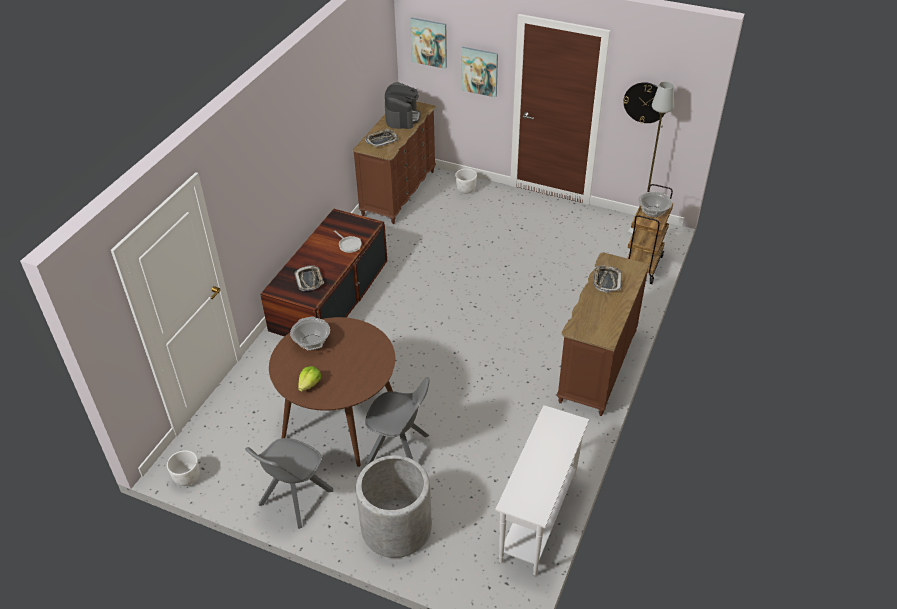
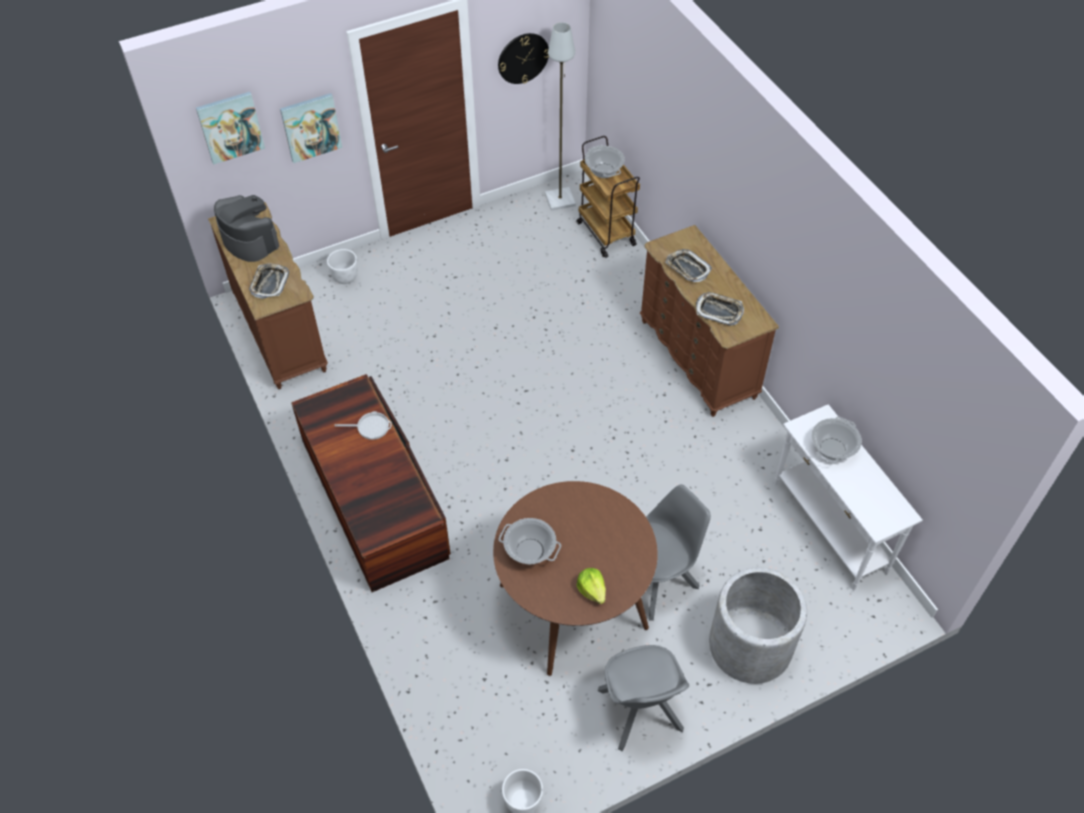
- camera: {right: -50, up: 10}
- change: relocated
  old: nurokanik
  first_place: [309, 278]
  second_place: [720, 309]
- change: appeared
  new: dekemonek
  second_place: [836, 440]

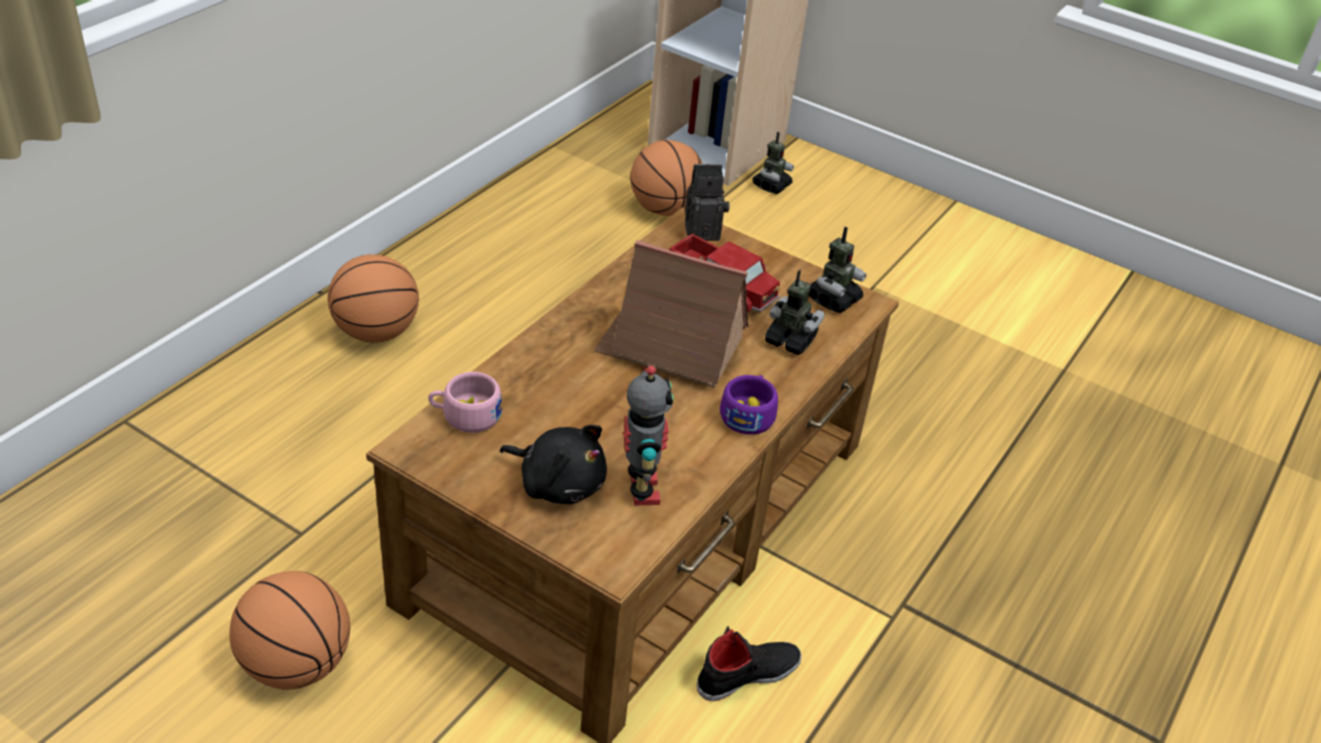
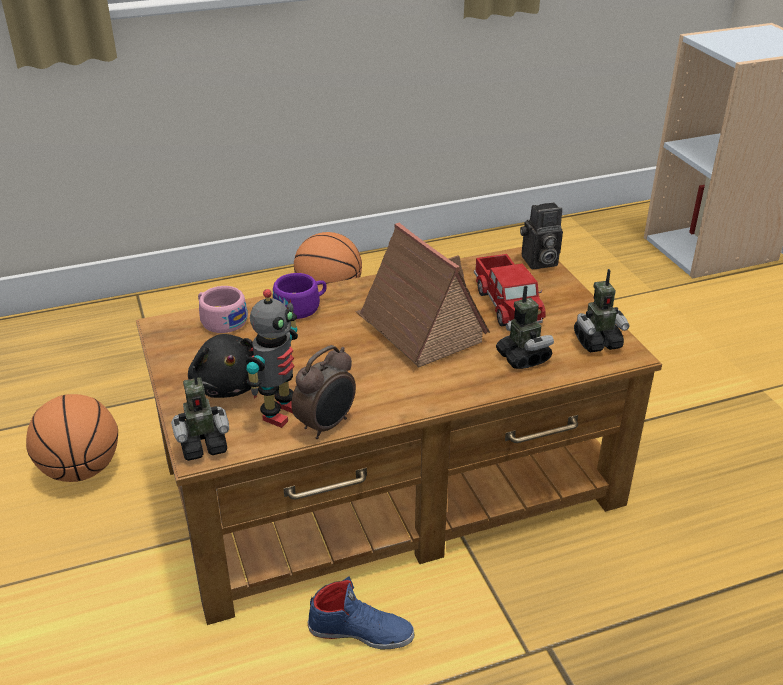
- camera: {right: 40, up: -5}
- change: relocated
  old: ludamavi
  first_place: [773, 163]
  second_place: [200, 413]
- change: missing
  old: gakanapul
  first_place: [666, 178]
- change: spun
  old: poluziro
  first_place: [707, 202]
  second_place: [541, 235]
  degrees: 135
- change: relocated
  old: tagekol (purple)
  first_place: [749, 405]
  second_place: [300, 296]
- change: colour
  old: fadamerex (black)
  new: fadamerex (blue)
  first_place: [749, 663]
  second_place: [361, 613]
- change: appeared
  new: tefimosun
  second_place: [323, 392]

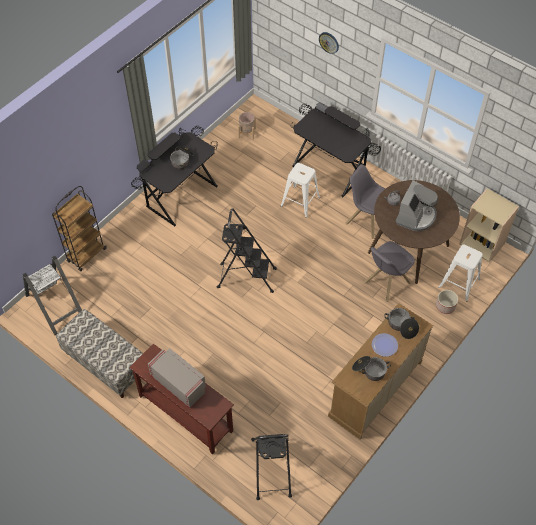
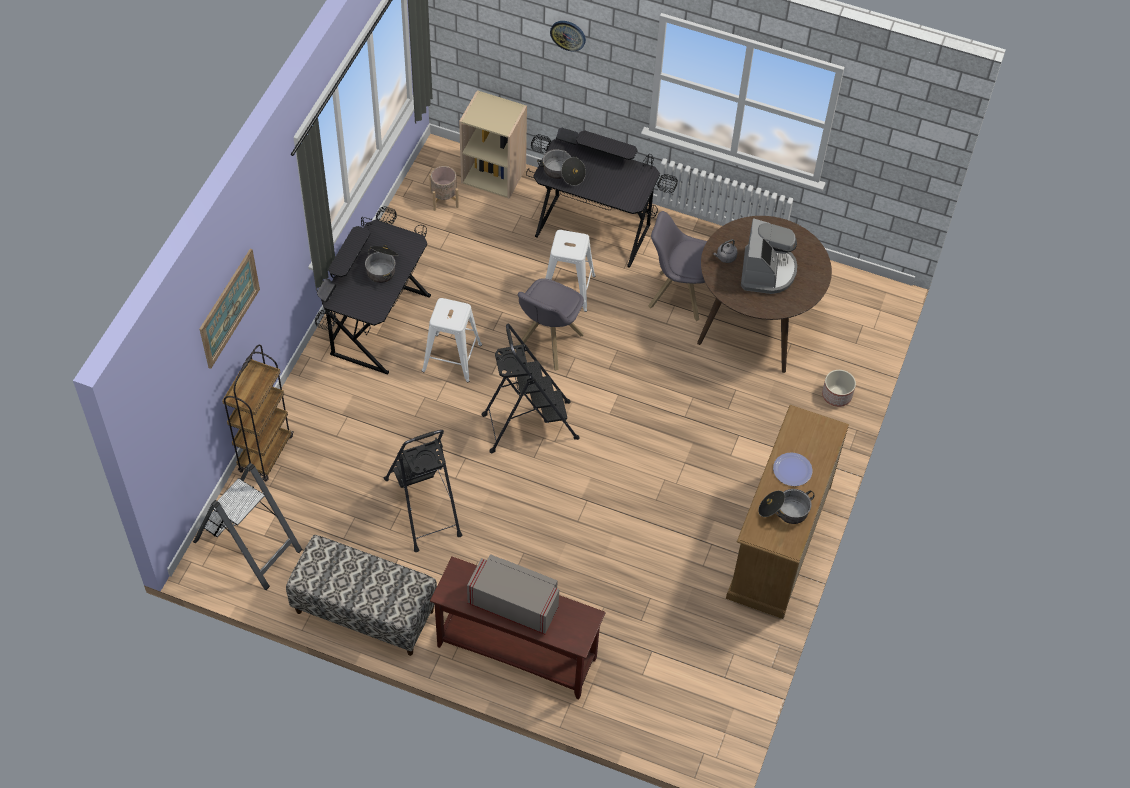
- camera: {right: -20, up: 0}
- change: relocated
  old: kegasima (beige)
  first_place: [489, 225]
  second_place: [493, 144]
- change: relocated
  old: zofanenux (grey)
  first_place: [389, 271]
  second_place: [549, 324]
- change: relocated
  old: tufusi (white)
  first_place: [460, 273]
  second_place: [452, 340]
- change: relocated
  old: dekemonek
  first_place: [401, 323]
  second_place: [561, 167]
- change: relocated
  old: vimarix
  first_place: [271, 467]
  second_place: [423, 491]
- change: appeared
  new: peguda
  second_place: [229, 309]

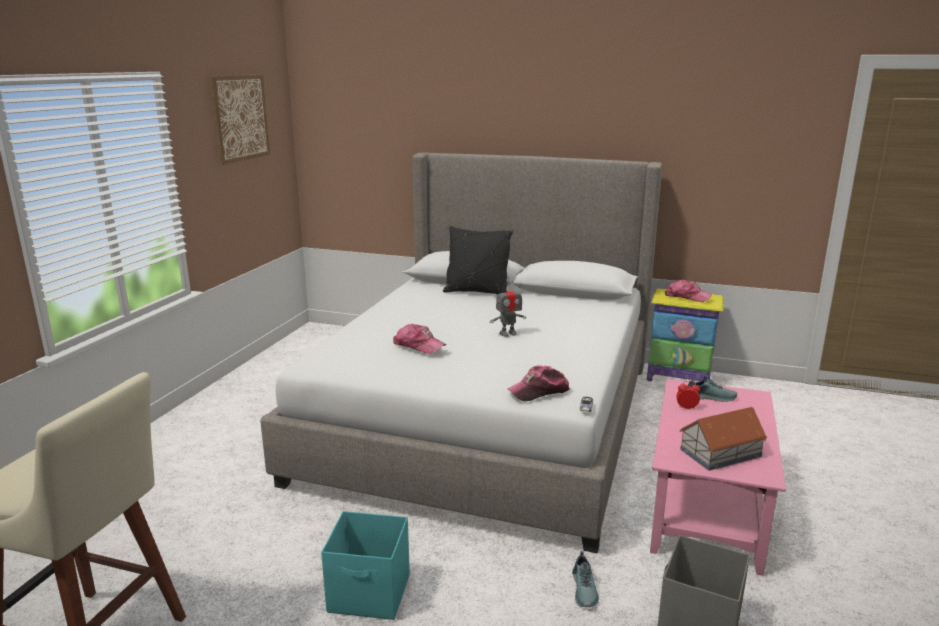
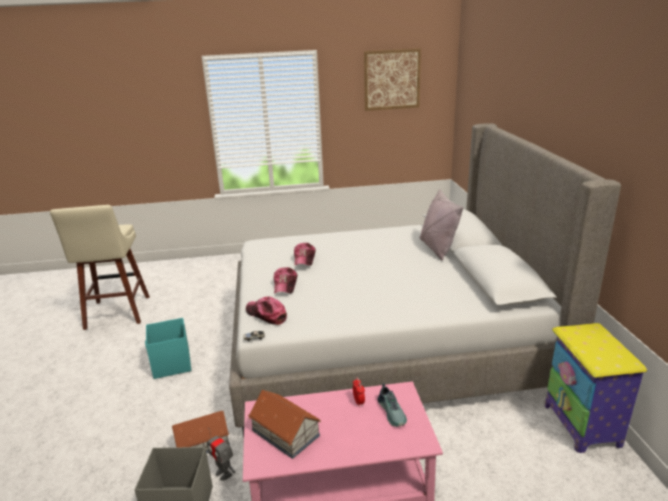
- camera: {right: 65, up: 5}
- change: colour
  old: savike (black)
  new: savike (purple)
  first_place: [478, 260]
  second_place: [442, 225]
- change: relocated
  old: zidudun
  first_place: [688, 291]
  second_place: [285, 280]
- change: relocated
  old: ludamavi
  first_place: [508, 310]
  second_place: [221, 454]
- change: exchanged
  old: fadamerex
  new: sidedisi
  first_place: [585, 579]
  second_place: [201, 432]

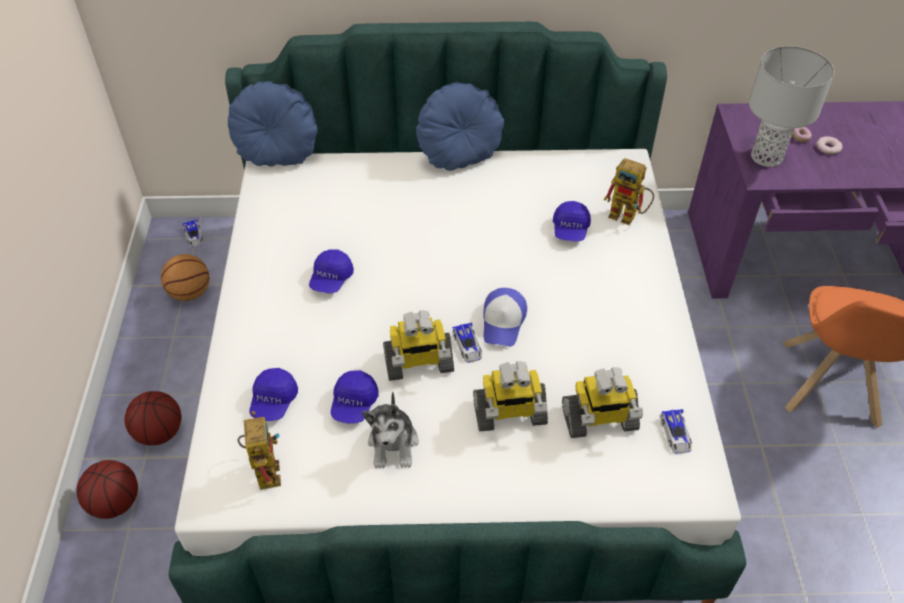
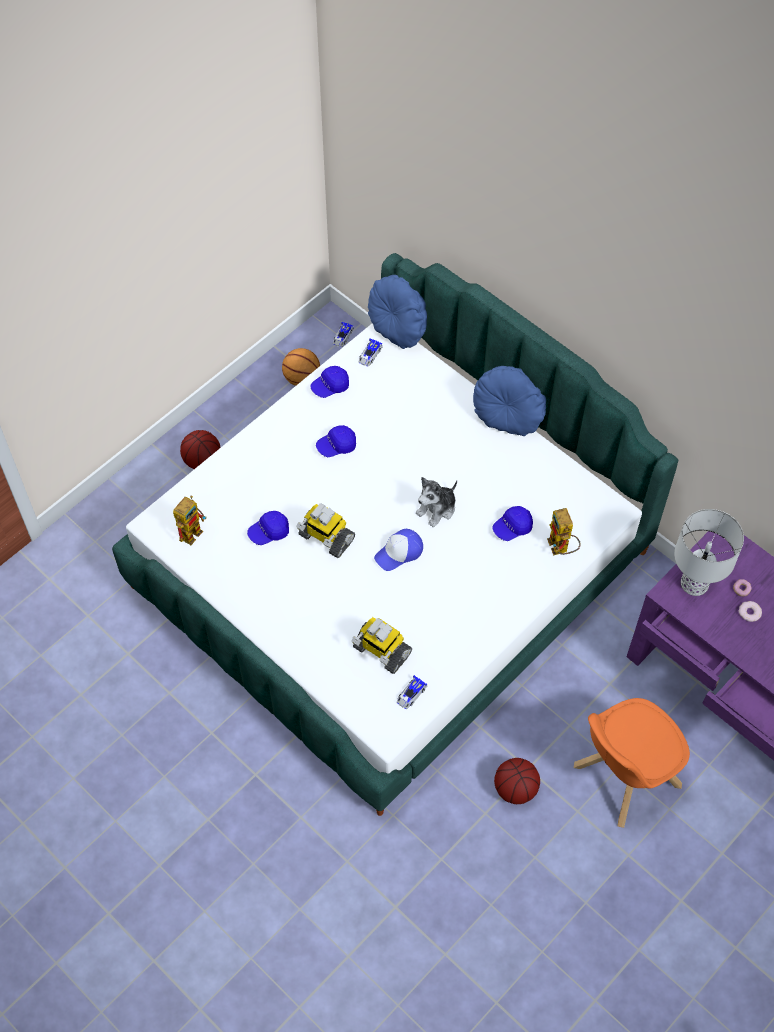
- camera: {right: 45, up: 10}
- change: relocated
  old: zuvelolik
  first_place: [467, 342]
  second_place: [370, 352]
- change: missing
  old: ludamavi
  first_place: [510, 396]
- change: relocated
  old: zidudun (blue)
  first_place: [273, 394]
  second_place: [329, 382]
- change: relocated
  old: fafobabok
  first_place: [390, 429]
  second_place: [436, 502]
- change: relocated
  old: gakanapul
  first_place: [107, 489]
  second_place: [517, 781]

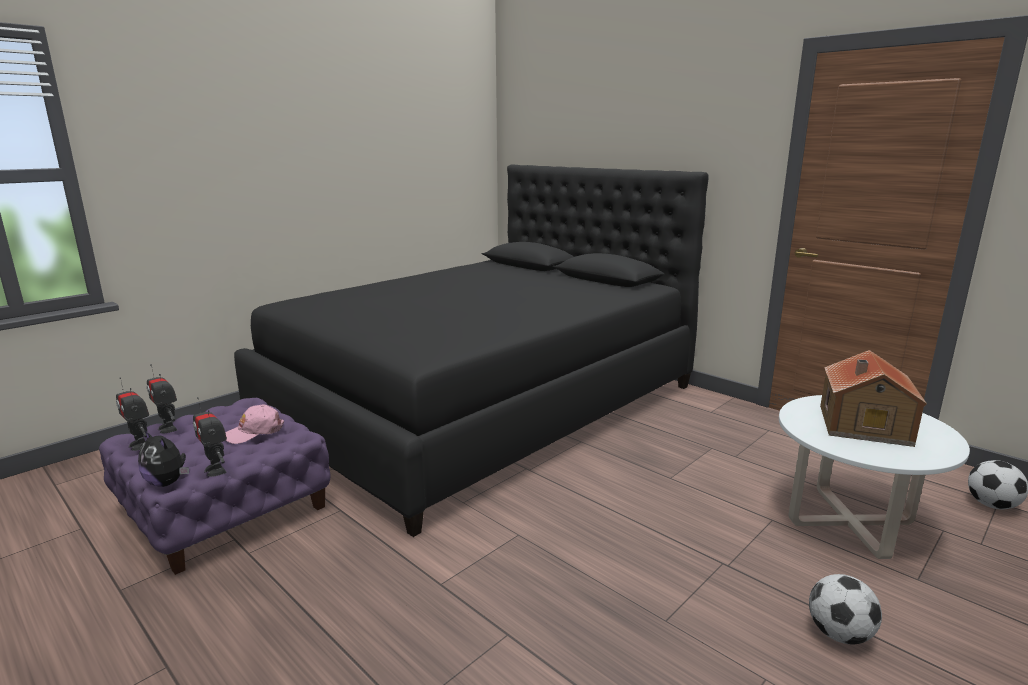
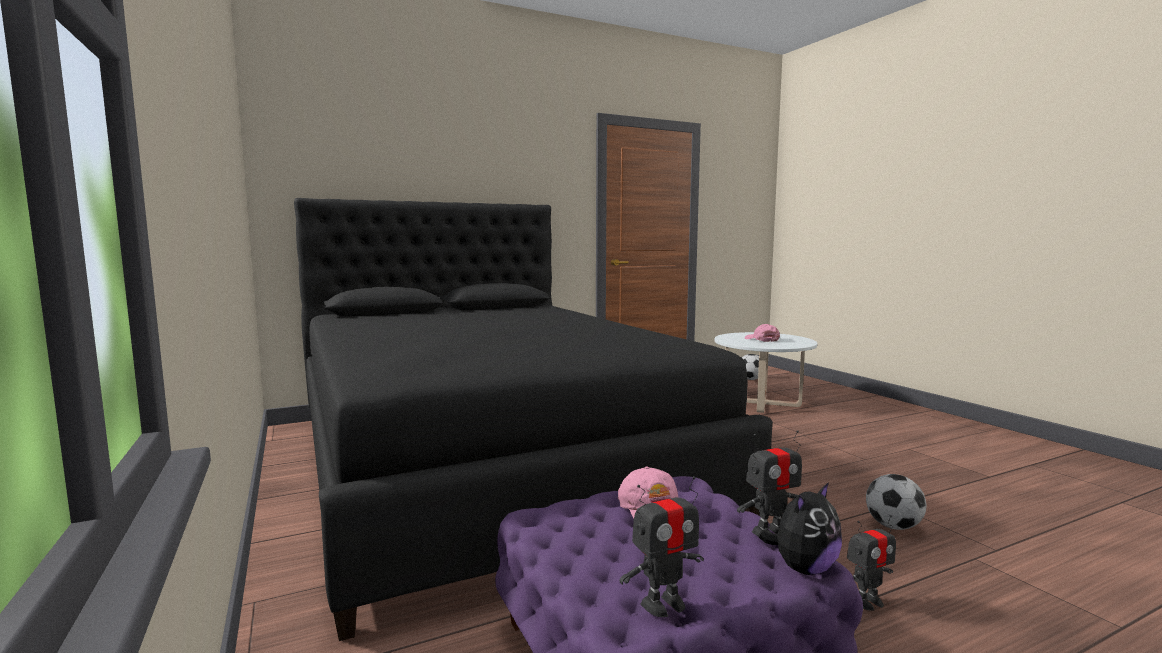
- camera: {right: -70, up: -10}
- change: exchanged
  old: sidedisi
  new: zidudun (pink)
  first_place: [873, 398]
  second_place: [762, 333]
- change: relocated
  old: ludamavi
  first_place: [162, 398]
  second_place: [871, 563]
- change: relocated
  old: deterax
  first_place: [845, 609]
  second_place: [896, 502]

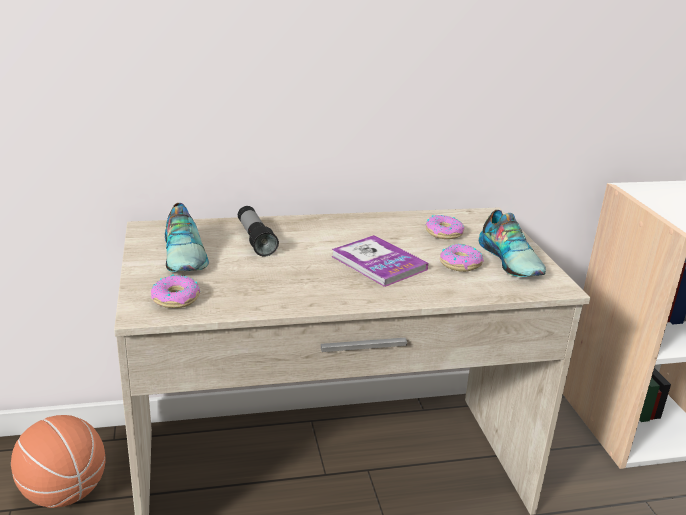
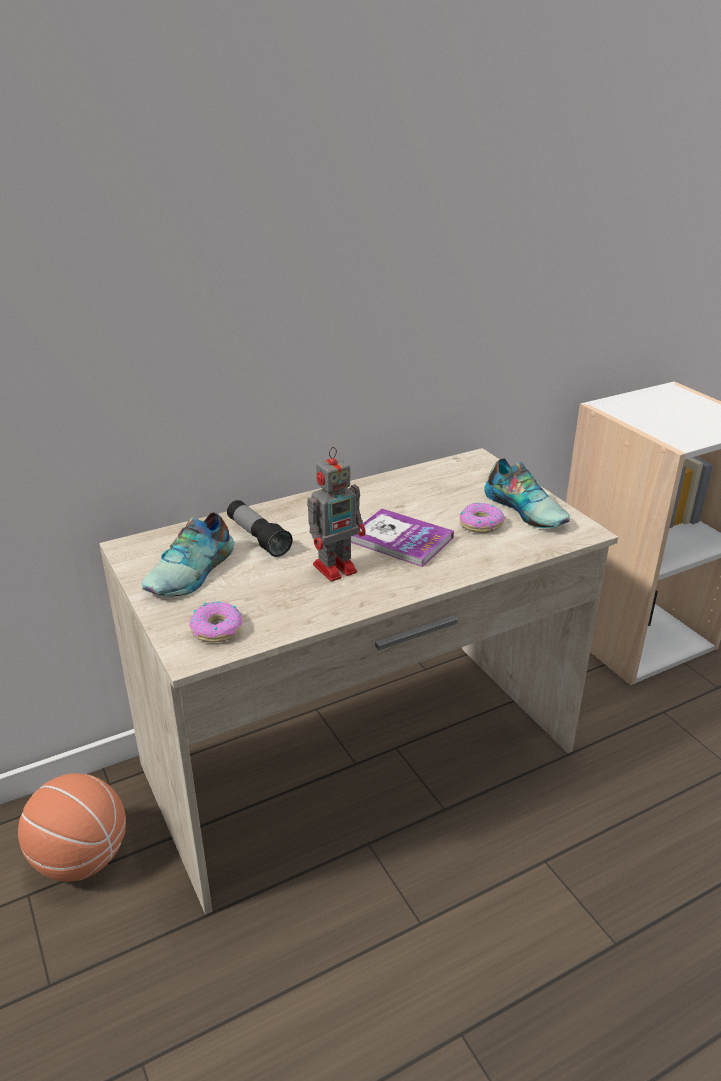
- camera: {right: -15, up: 5}
- change: spun
  old: fadamerex
  first_place: [187, 237]
  second_place: [188, 554]
  degrees: 60
- change: missing
  old: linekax
  first_place: [445, 227]
- change: appeared
  new: ludamavi
  second_place: [336, 514]

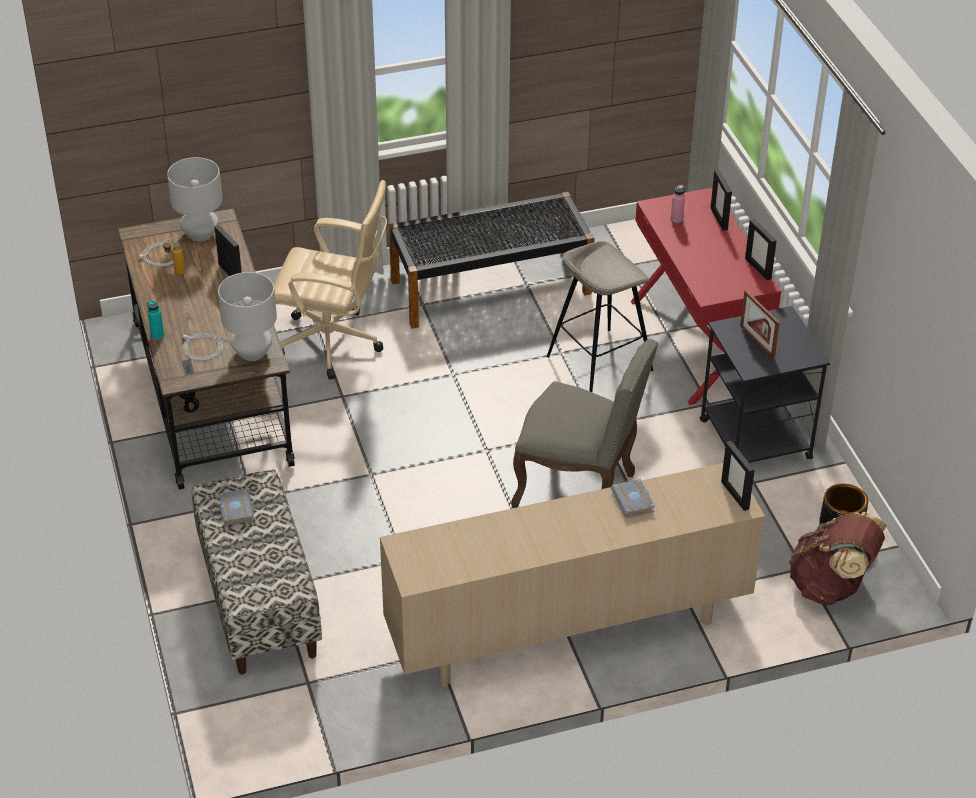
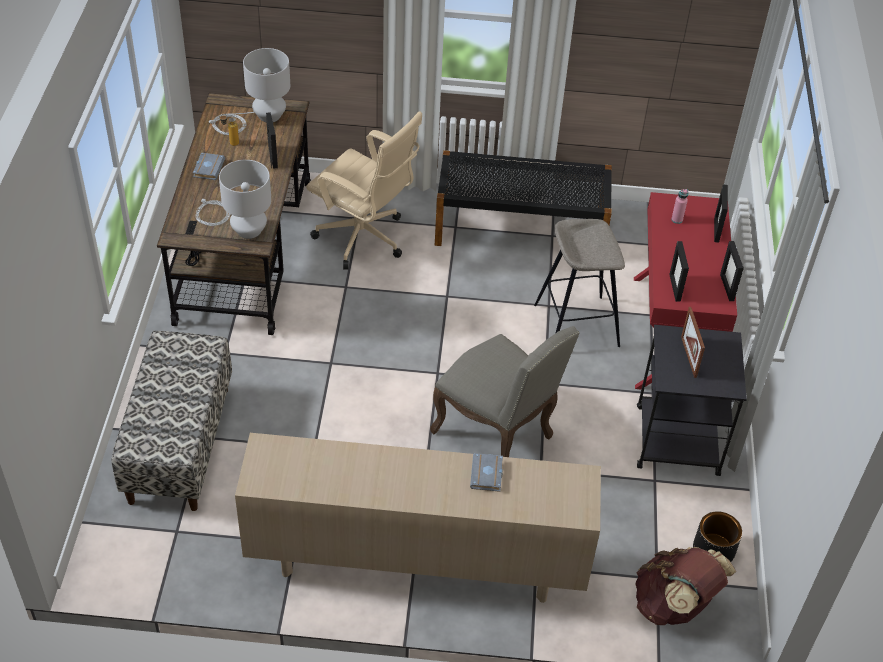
- camera: {right: 20, up: 5}
- change: missing
  old: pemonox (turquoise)
  first_place: [155, 320]
- change: relocated
  old: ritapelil
  first_place: [738, 476]
  second_place: [679, 271]
- change: relocated
  old: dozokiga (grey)
  first_place: [236, 507]
  second_place: [209, 166]

